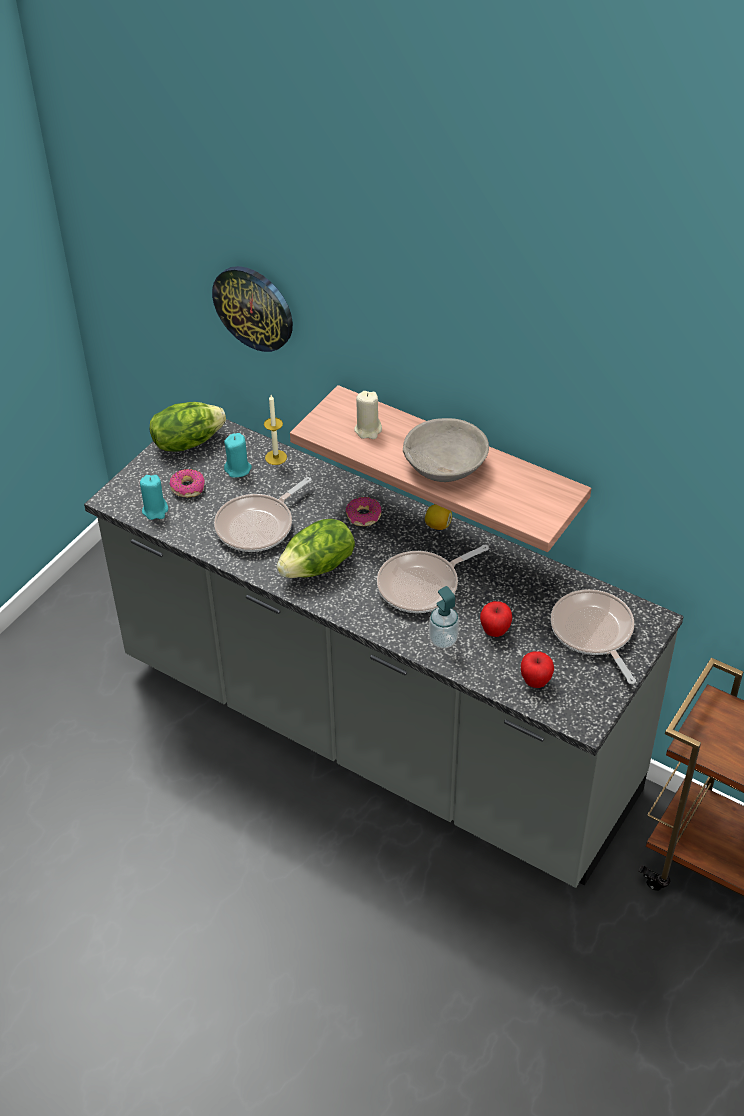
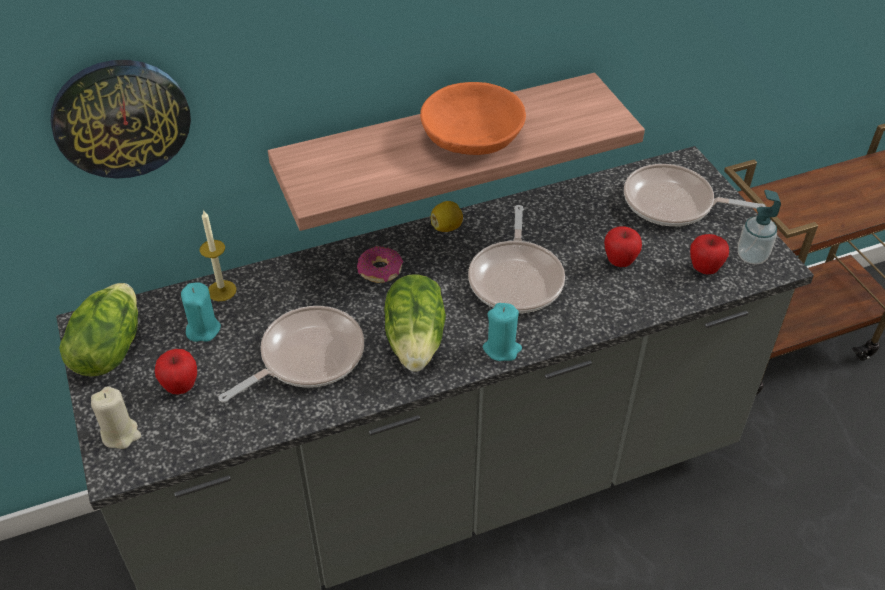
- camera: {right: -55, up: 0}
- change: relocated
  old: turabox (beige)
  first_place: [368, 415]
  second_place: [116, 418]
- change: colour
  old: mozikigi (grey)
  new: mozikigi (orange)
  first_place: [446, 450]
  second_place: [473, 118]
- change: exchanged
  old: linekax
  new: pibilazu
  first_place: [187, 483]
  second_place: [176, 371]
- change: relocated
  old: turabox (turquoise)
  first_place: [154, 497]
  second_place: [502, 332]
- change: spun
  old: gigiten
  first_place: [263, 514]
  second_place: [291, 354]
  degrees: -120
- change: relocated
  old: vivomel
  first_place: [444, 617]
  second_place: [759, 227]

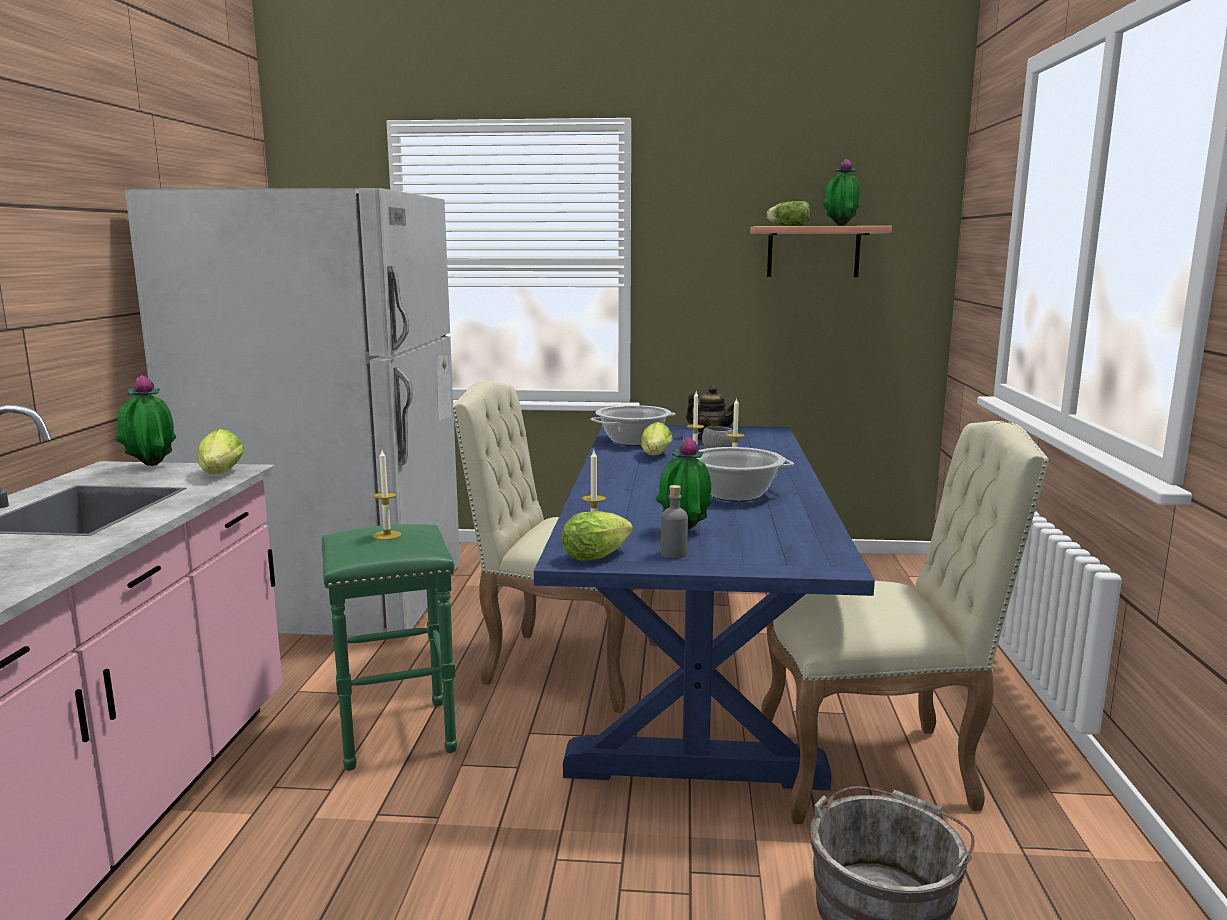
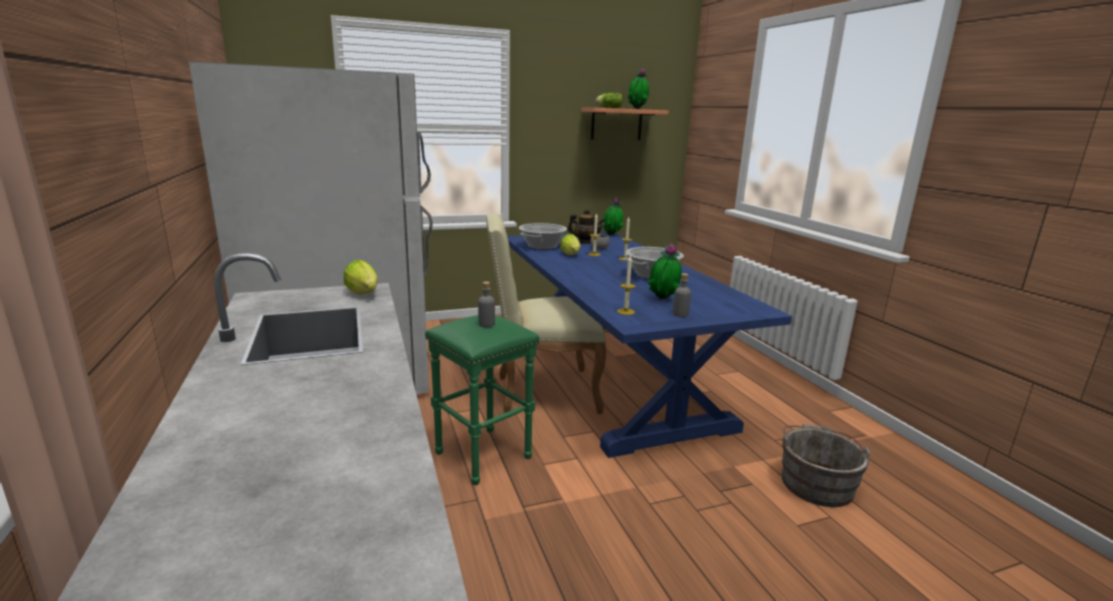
- camera: {right: -25, up: 5}
- change: relocated
  old: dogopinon
  first_place: [146, 420]
  second_place: [613, 216]
- change: missing
  old: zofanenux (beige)
  first_place: [905, 622]
- change: exchanged
  old: turabox
  new: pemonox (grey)
  first_place: [387, 495]
  second_place: [486, 304]
- change: missing
  old: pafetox
  first_place: [597, 536]

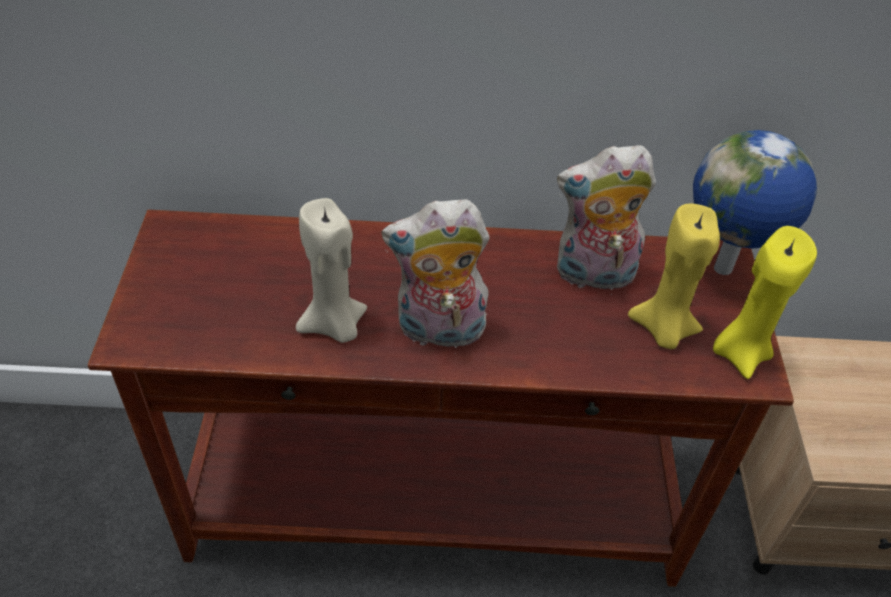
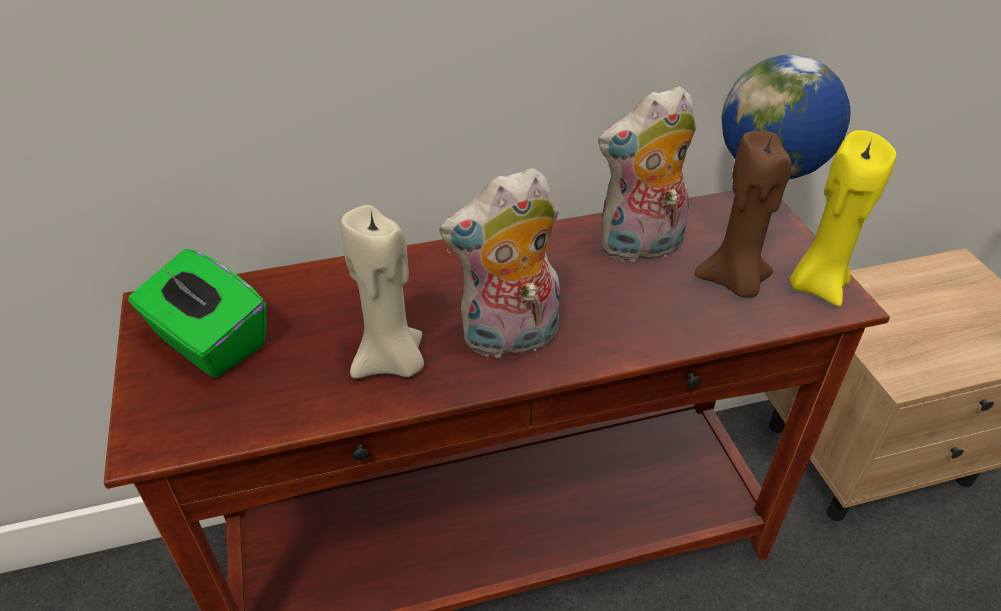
- camera: {right: -15, up: -5}
- change: colour
  old: turabox (yellow)
  new: turabox (brown)
  first_place: [674, 276]
  second_place: [743, 214]
- change: appeared
  new: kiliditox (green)
  second_place: [197, 313]

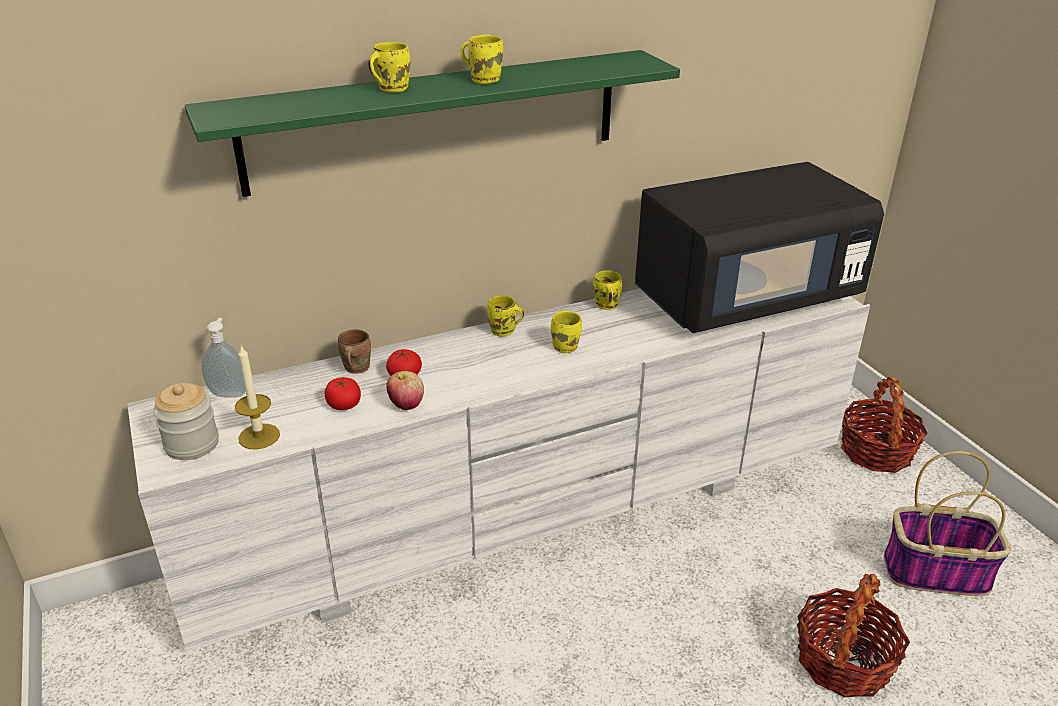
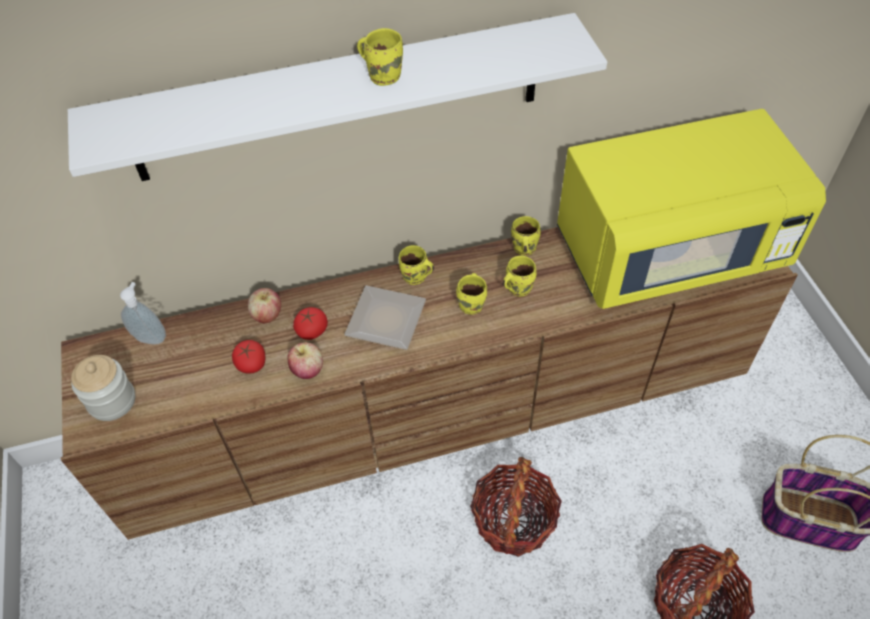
- camera: {right: 10, up: 20}
- change: relocated
  old: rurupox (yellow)
  first_place: [389, 67]
  second_place: [520, 276]
- change: colour
  old: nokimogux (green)
  new: nokimogux (white)
  first_place: [432, 123]
  second_place: [337, 97]
- change: colour
  old: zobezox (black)
  new: zobezox (yellow)
  first_place: [759, 247]
  second_place: [691, 209]
- change: colour
  old: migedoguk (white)
  new: migedoguk (brown)
  first_place: [498, 470]
  second_place: [429, 383]
- change: exchanged
  old: rurupox (brown)
  new: pibilazu
  first_place: [354, 351]
  second_place: [264, 305]
- change: missing
  old: turabox
  first_place: [257, 397]
- change: relocated
  old: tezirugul
  first_place: [884, 424]
  second_place: [516, 507]
- change: appeared
  new: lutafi
  second_place: [385, 317]

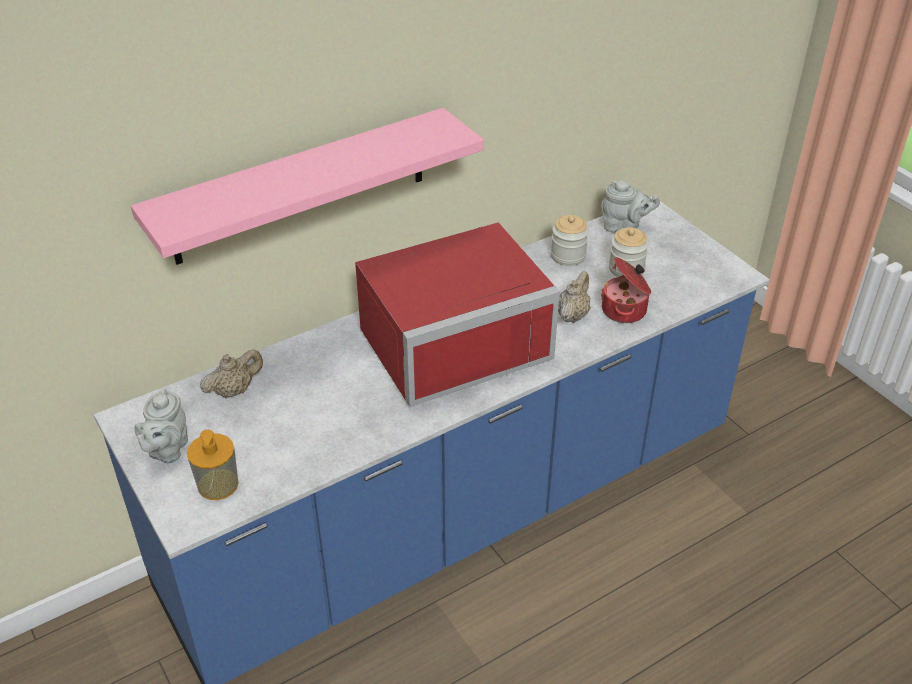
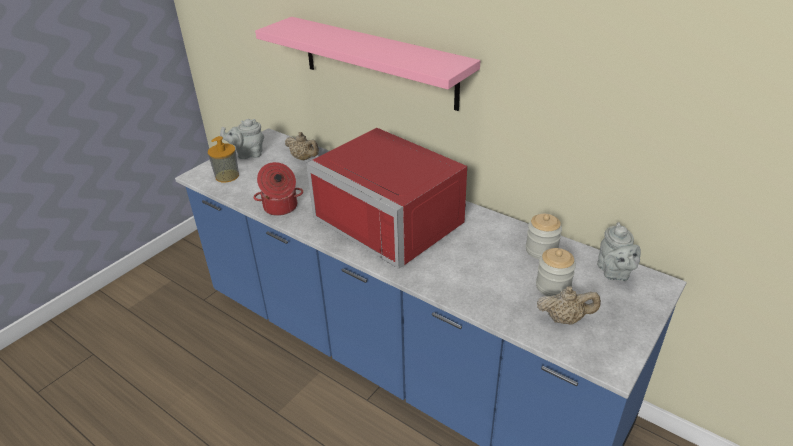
- camera: {right: 70, up: -5}
- change: relocated
  old: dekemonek
  first_place: [626, 290]
  second_place: [278, 189]
- change: relocated
  old: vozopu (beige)
  first_place: [574, 297]
  second_place: [569, 305]

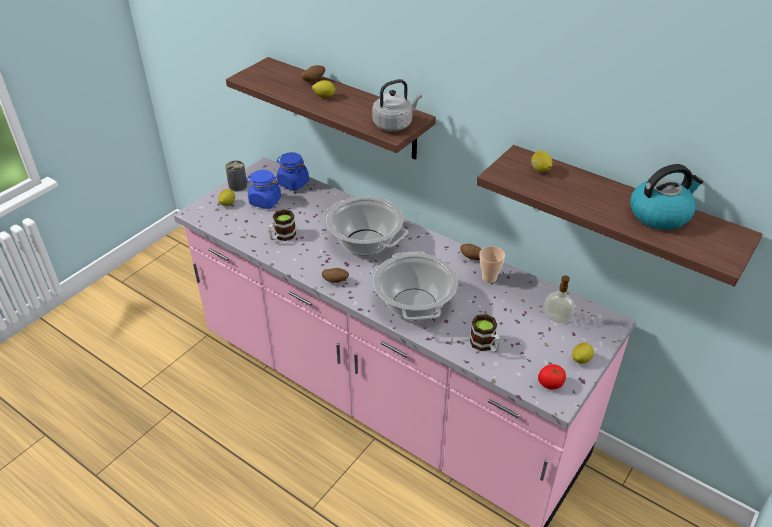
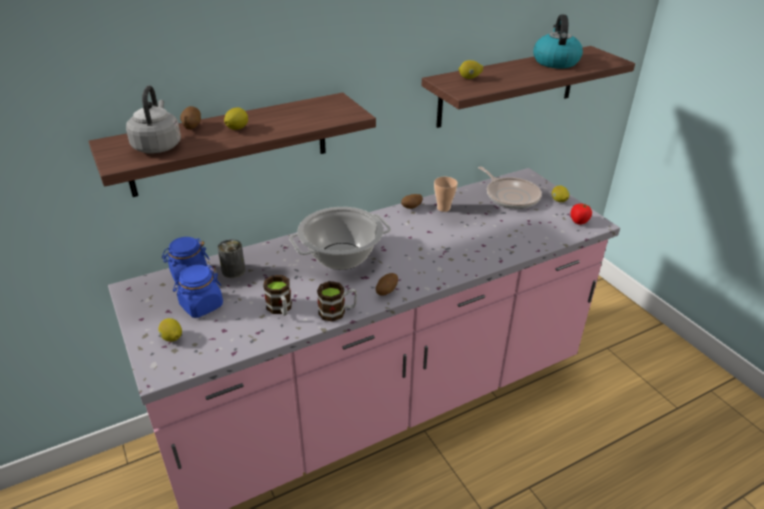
- camera: {right: -65, up: -5}
- change: relocated
  old: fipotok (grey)
  first_place: [397, 105]
  second_place: [153, 119]
- change: relocated
  old: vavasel
  first_place: [236, 176]
  second_place: [231, 258]
- change: missing
  old: dekemonek
  first_place: [415, 285]
- change: exchanged
  old: vivomel
  new: gigiten
  first_place: [559, 299]
  second_place: [510, 187]
- change: relocated
  old: rurupox
  first_place: [485, 333]
  second_place: [337, 301]

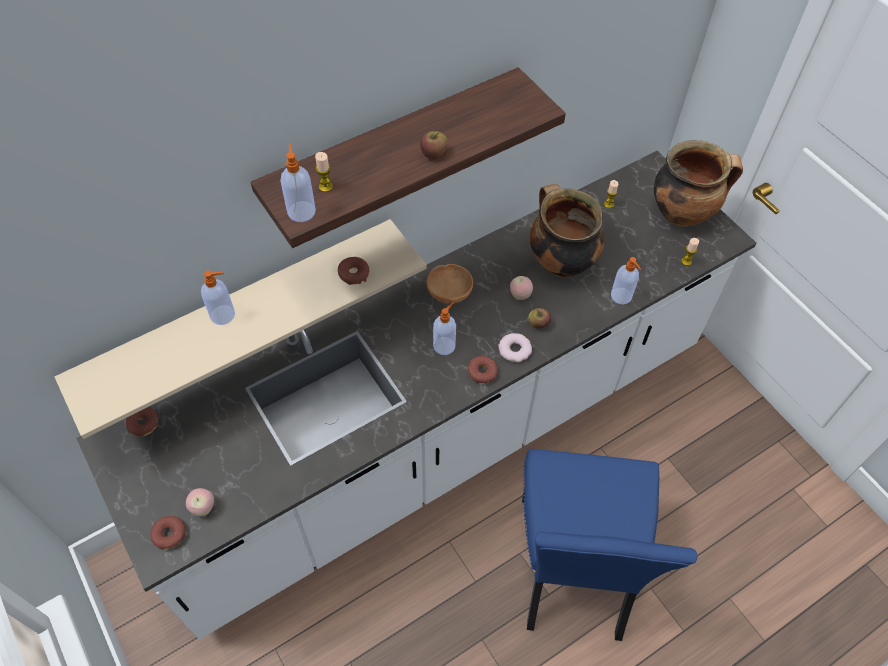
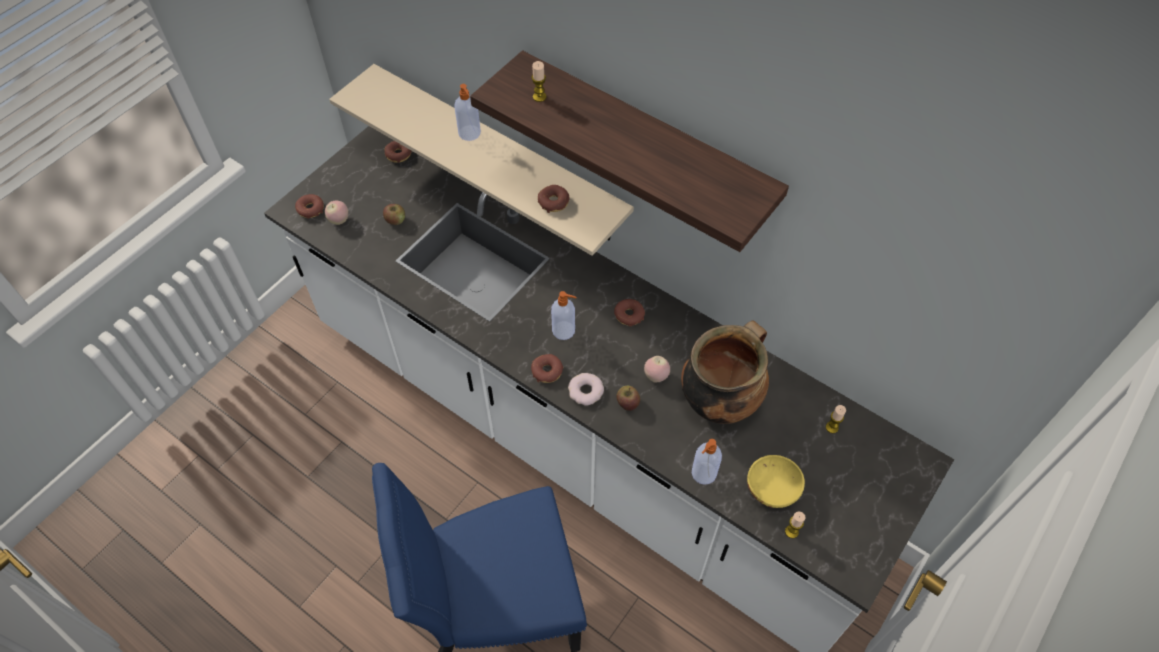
- camera: {right: 70, up: 0}
- change: relocated
  old: pibilazu
  first_place: [434, 145]
  second_place: [394, 214]
- change: missing
  old: dekemonek
  first_place: [698, 183]
- change: missing
  old: vivomel
  first_place: [298, 182]
- change: exchanged
  old: mozikigi (brown)
  new: linekax
  first_place: [449, 284]
  second_place: [629, 312]
- change: appeared
  new: mozikigi (yellow)
  second_place: [776, 481]

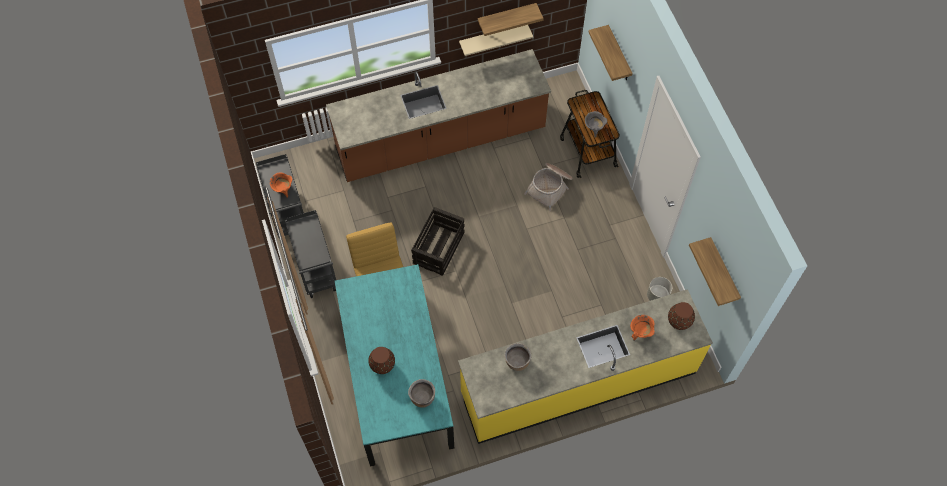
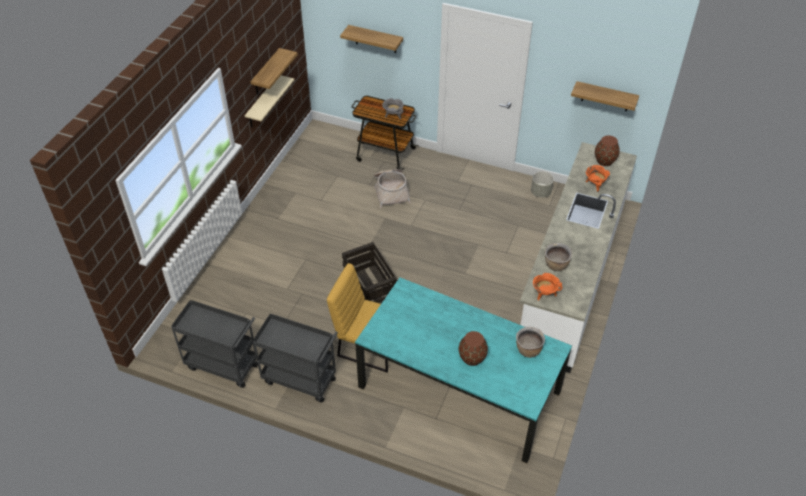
- camera: {right: -50, up: -15}
- change: missing
  old: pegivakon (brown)
  first_place: [438, 115]
- change: relocated
  old: dekemonek (orange)
  first_place: [280, 185]
  second_place: [547, 287]
- change: colour
  old: pegivakon (yellow)
  new: pegivakon (white)
  first_place: [585, 366]
  second_place: [578, 257]

